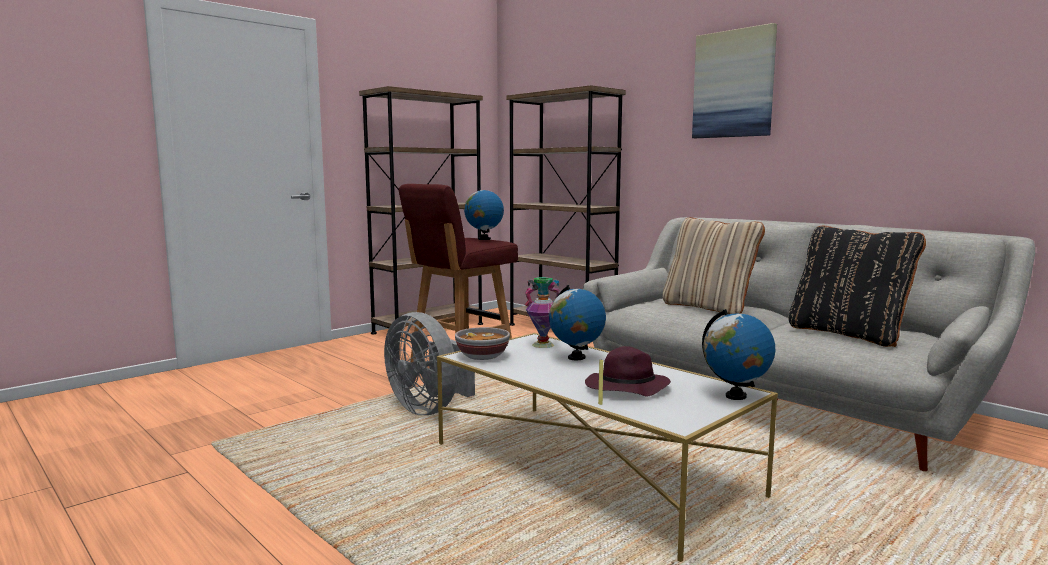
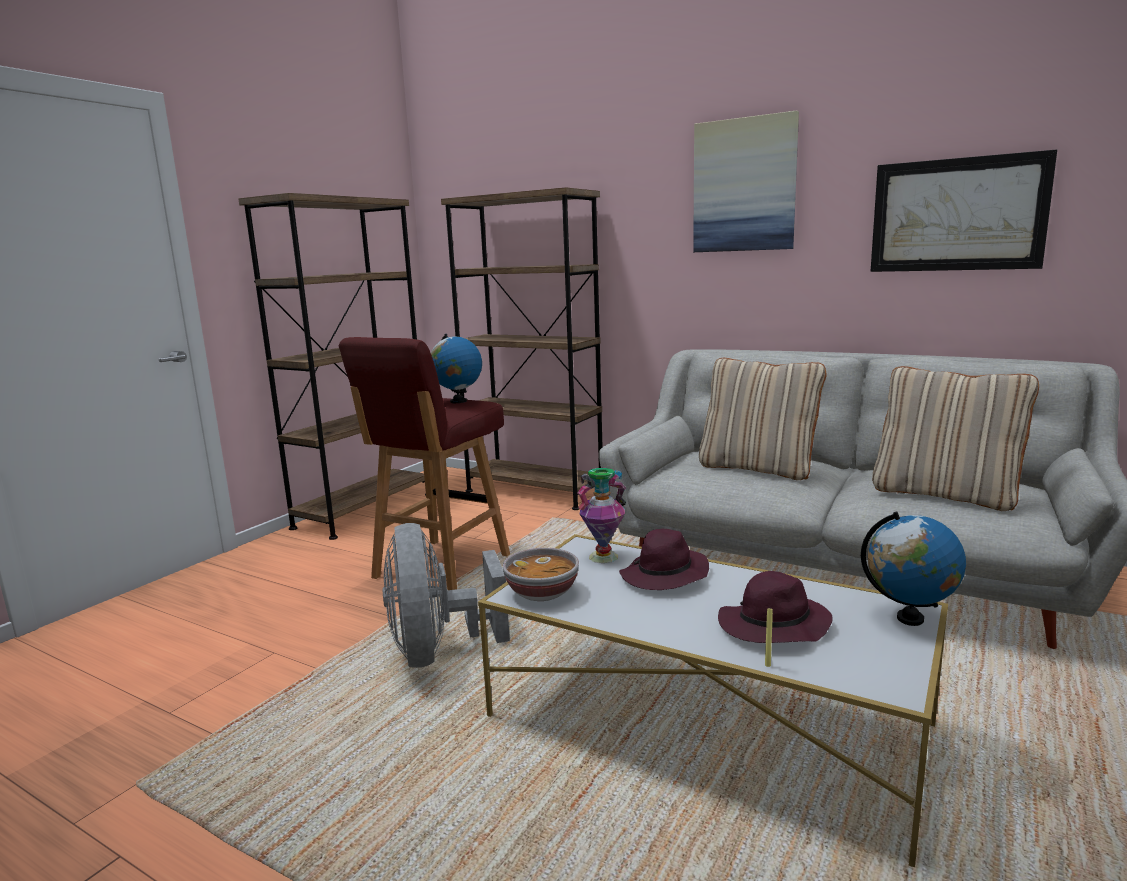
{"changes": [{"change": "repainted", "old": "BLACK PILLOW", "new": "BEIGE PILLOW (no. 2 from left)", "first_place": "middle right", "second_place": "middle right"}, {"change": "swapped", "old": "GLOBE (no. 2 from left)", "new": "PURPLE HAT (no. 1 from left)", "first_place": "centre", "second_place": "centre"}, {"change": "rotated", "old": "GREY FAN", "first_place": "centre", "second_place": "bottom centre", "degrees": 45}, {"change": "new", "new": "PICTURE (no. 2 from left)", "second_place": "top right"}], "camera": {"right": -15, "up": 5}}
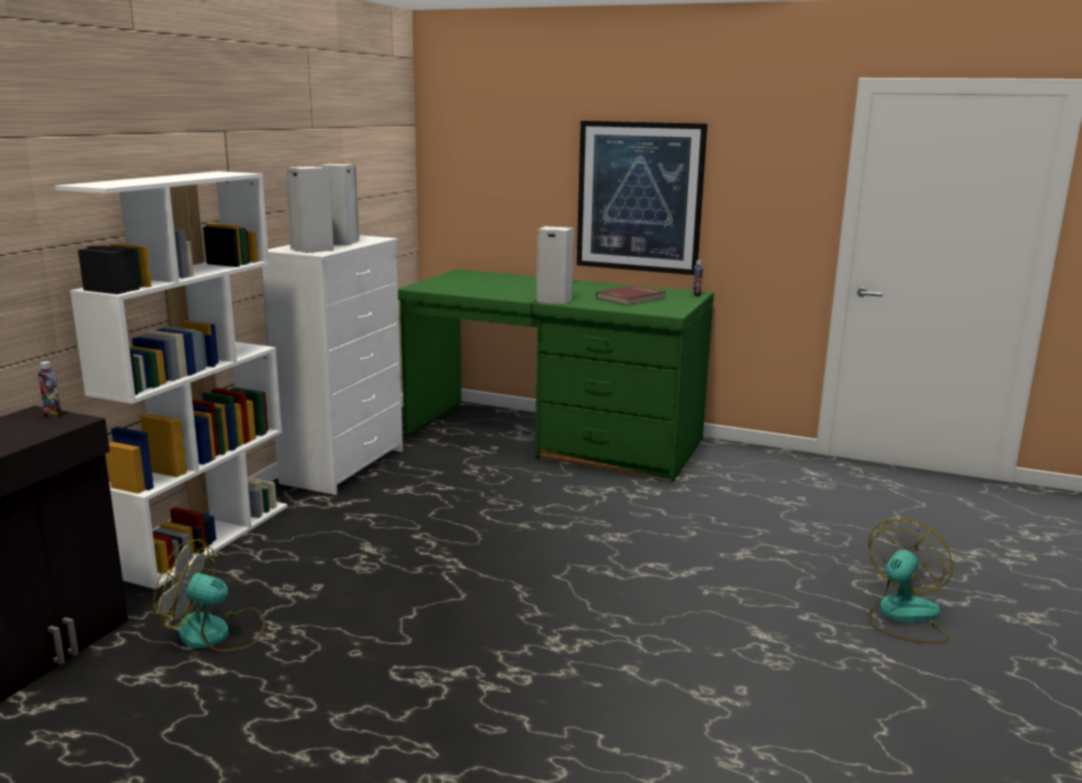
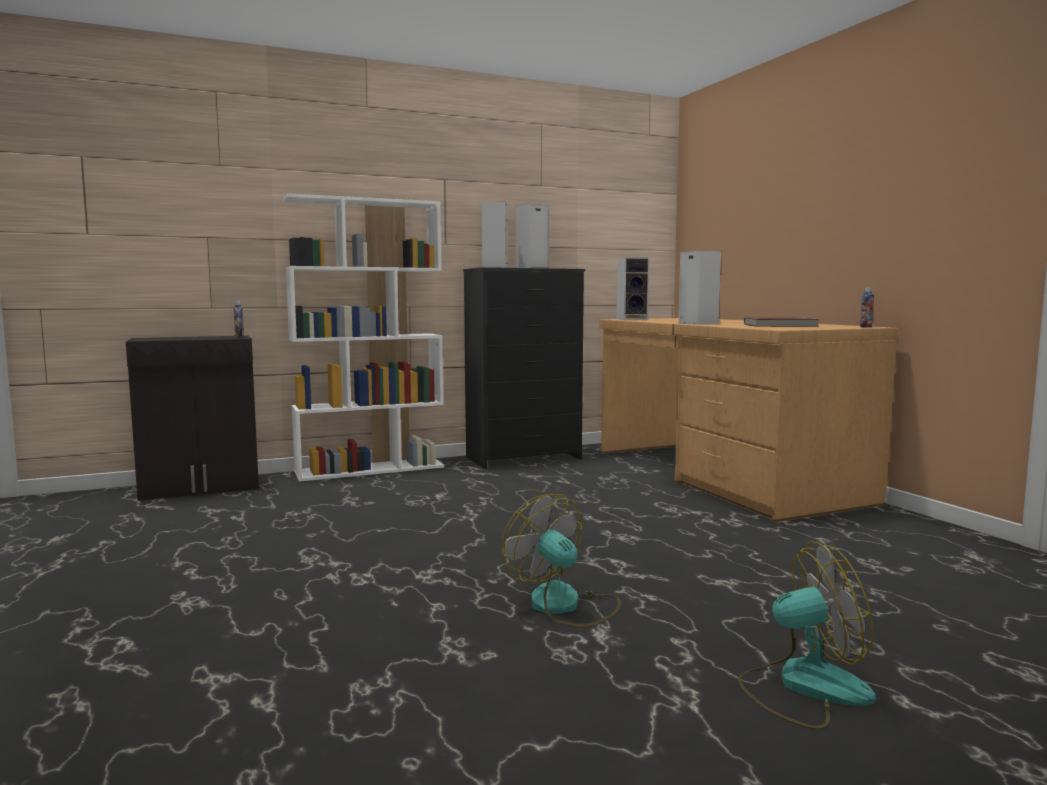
{"changes": [{"change": "gone", "old": "PICTURE", "first_place": "top centre"}, {"change": "repainted", "old": "WHITE DRESSER", "new": "BLACK DRESSER", "first_place": "middle left", "second_place": "centre"}, {"change": "repainted", "old": "GREEN DESK", "new": "BROWN DESK", "first_place": "centre", "second_place": "middle right"}, {"change": "shifted", "old": "FAN (no. 1 from left)", "first_place": "bottom left", "second_place": "bottom centre"}, {"change": "new", "new": "SPEAKER (no. 3 from left)", "second_place": "centre"}], "camera": {"right": 45, "up": -10}}
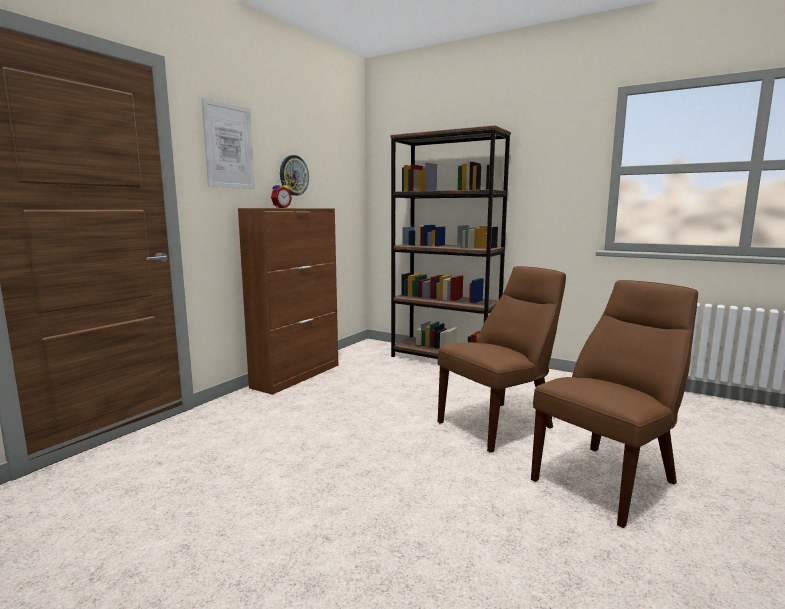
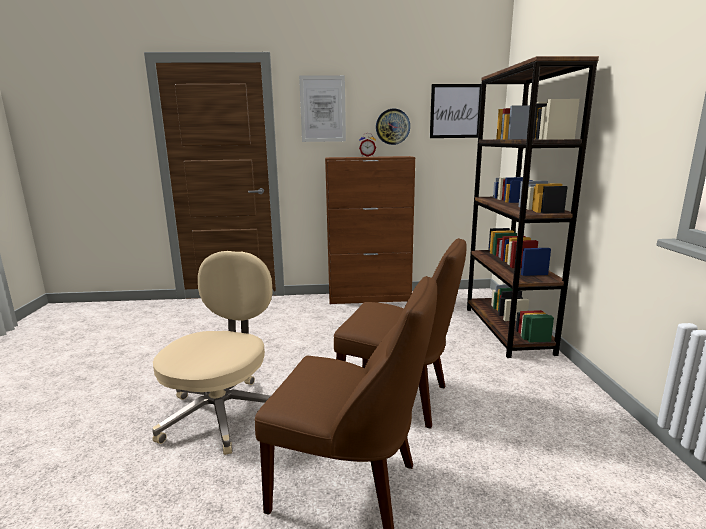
{"changes": [{"change": "new", "new": "PICTURE (no. 2 from left)", "second_place": "top centre"}, {"change": "new", "new": "BEIGE OFFICE CHAIR", "second_place": "bottom left"}], "camera": {"right": 55, "up": 5}}
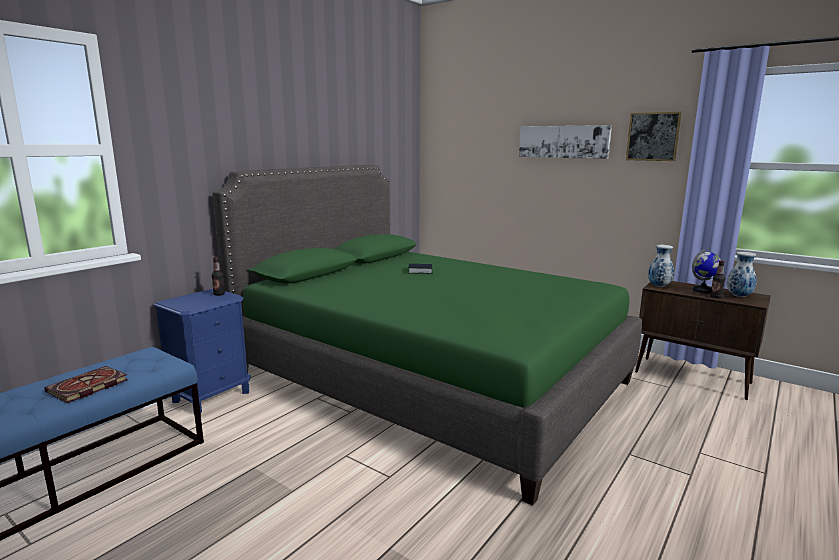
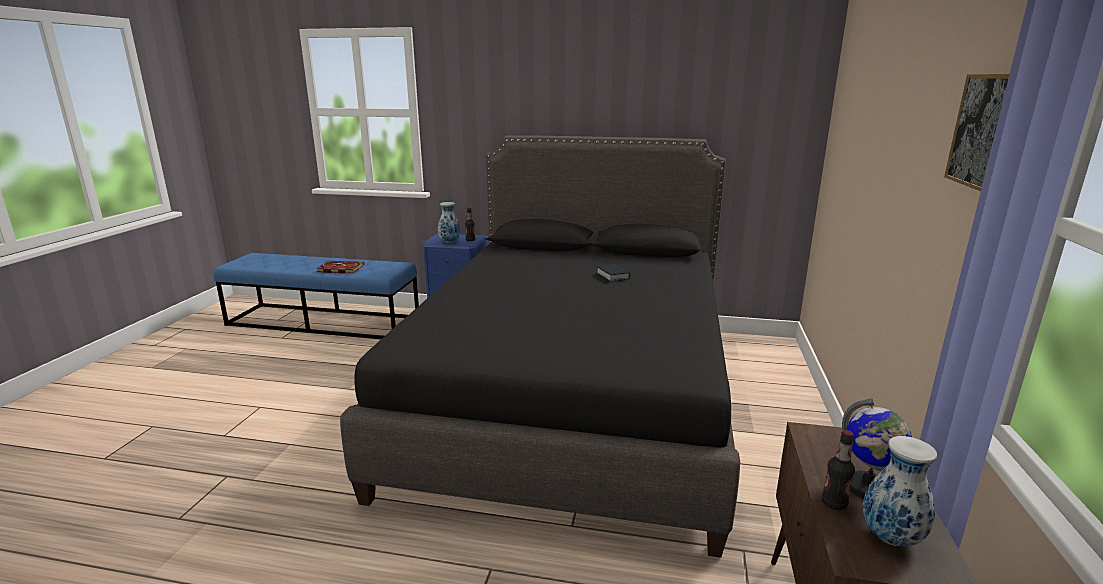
{"changes": [{"change": "gone", "old": "PICTURE (no. 1 from left)", "first_place": "top right"}, {"change": "repainted", "old": "GREEN BED", "new": "BLACK BED", "first_place": "centre", "second_place": "centre"}, {"change": "shifted", "old": "VASE (no. 1 from left)", "first_place": "middle right", "second_place": "centre"}], "camera": {"right": 65, "up": 5}}
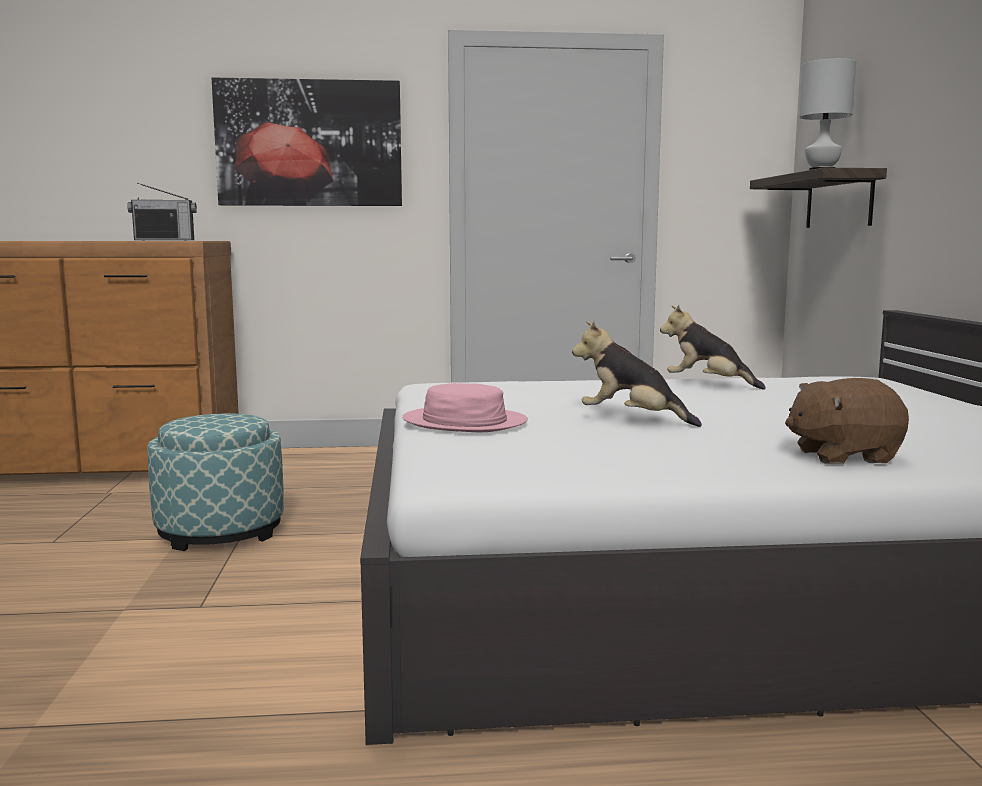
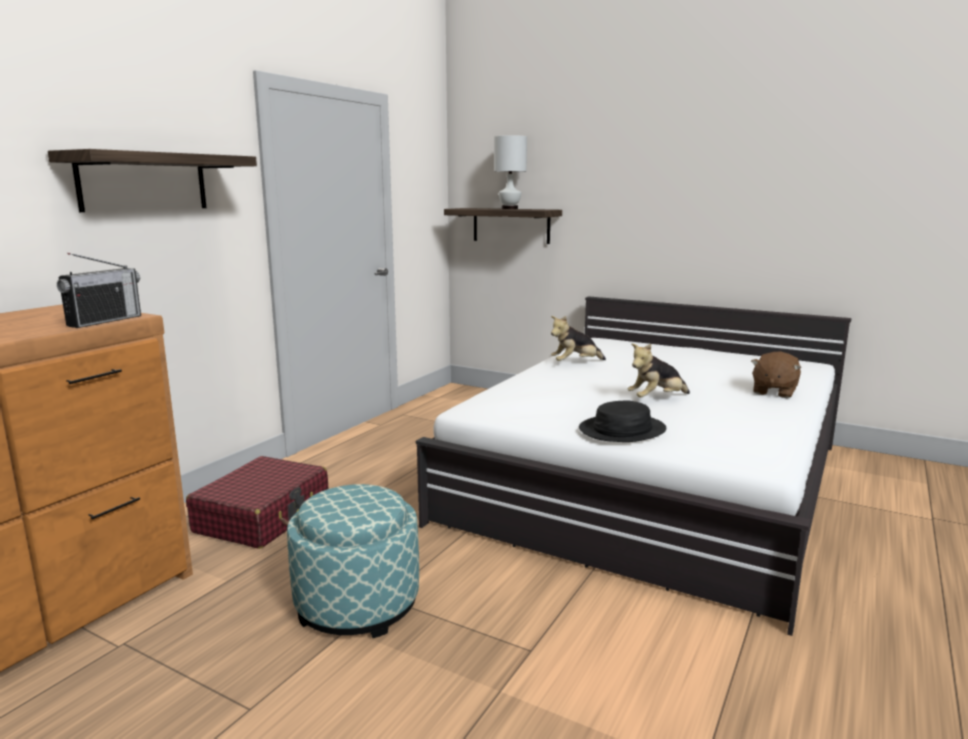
{"changes": [{"change": "swapped", "old": "PICTURE", "new": "SHELF (no. 1 from left)", "first_place": "top left", "second_place": "top left"}, {"change": "repainted", "old": "PINK HAT", "new": "BLACK HAT", "first_place": "centre", "second_place": "centre"}, {"change": "new", "new": "RED SUITCASE", "second_place": "bottom left"}], "camera": {"right": -55, "up": 5}}
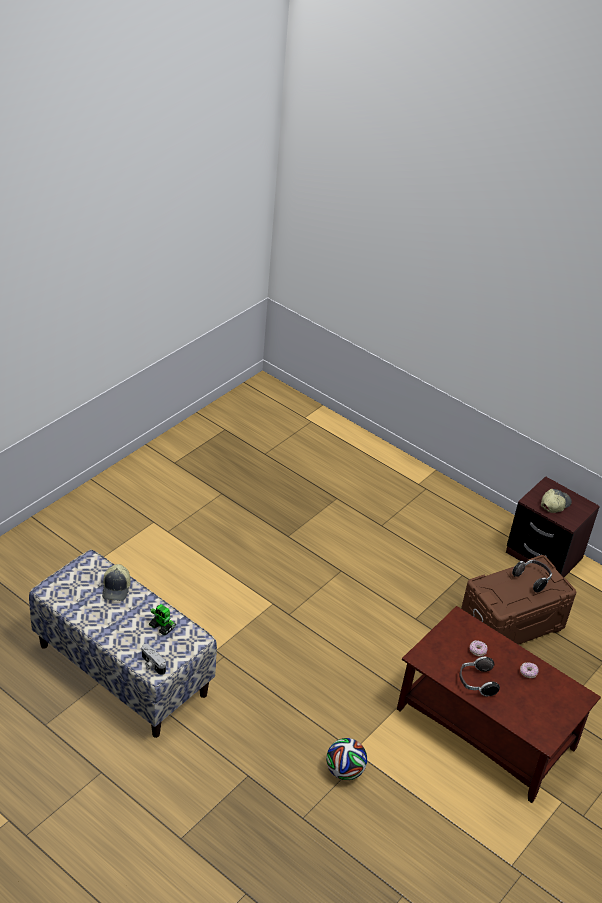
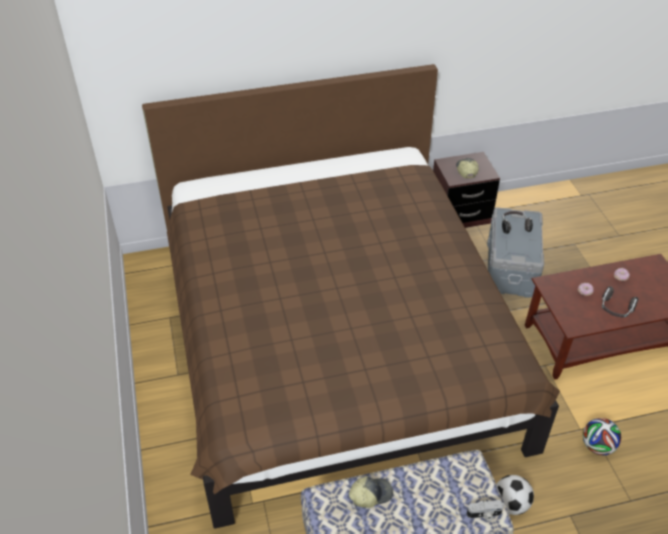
{"changes": [{"change": "repainted", "old": "BROWN STORAGE BOX", "new": "GREY STORAGE BOX", "first_place": "middle right", "second_place": "middle right"}, {"change": "rotated", "old": "CAP (no. 1 from left)", "first_place": "middle left", "second_place": "bottom centre", "degrees": -60}, {"change": "gone", "old": "TOY ROBOT", "first_place": "bottom left"}, {"change": "new", "new": "BROWN BED", "second_place": "centre"}, {"change": "new", "new": "FOOTBALL (no. 1 from left)", "second_place": "bottom right"}], "camera": {"right": -50, "up": 5}}
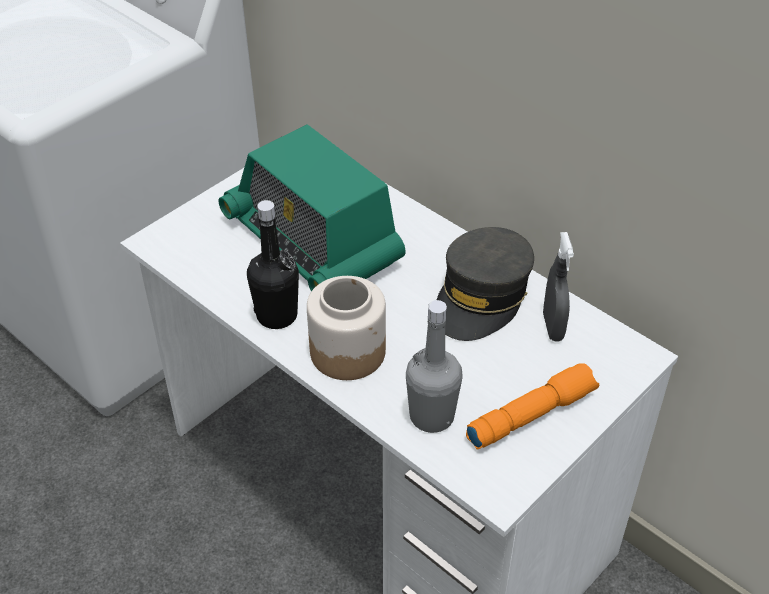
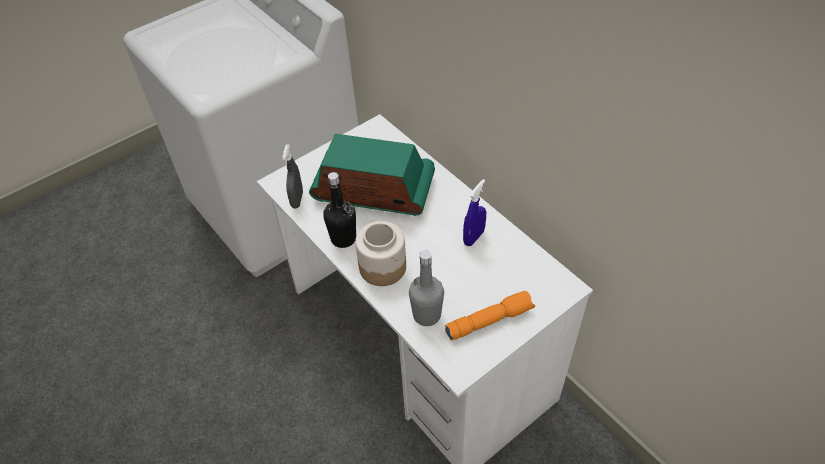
{"changes": [{"change": "rotated", "old": "RADIO", "first_place": "centre", "second_place": "centre", "degrees": 135}, {"change": "swapped", "old": "GREY CAP", "new": "BLUE SPRAY BOTTLE", "first_place": "centre", "second_place": "centre"}, {"change": "shifted", "old": "GREY SPRAY BOTTLE", "first_place": "middle right", "second_place": "centre"}], "camera": {"right": 10, "up": 5}}
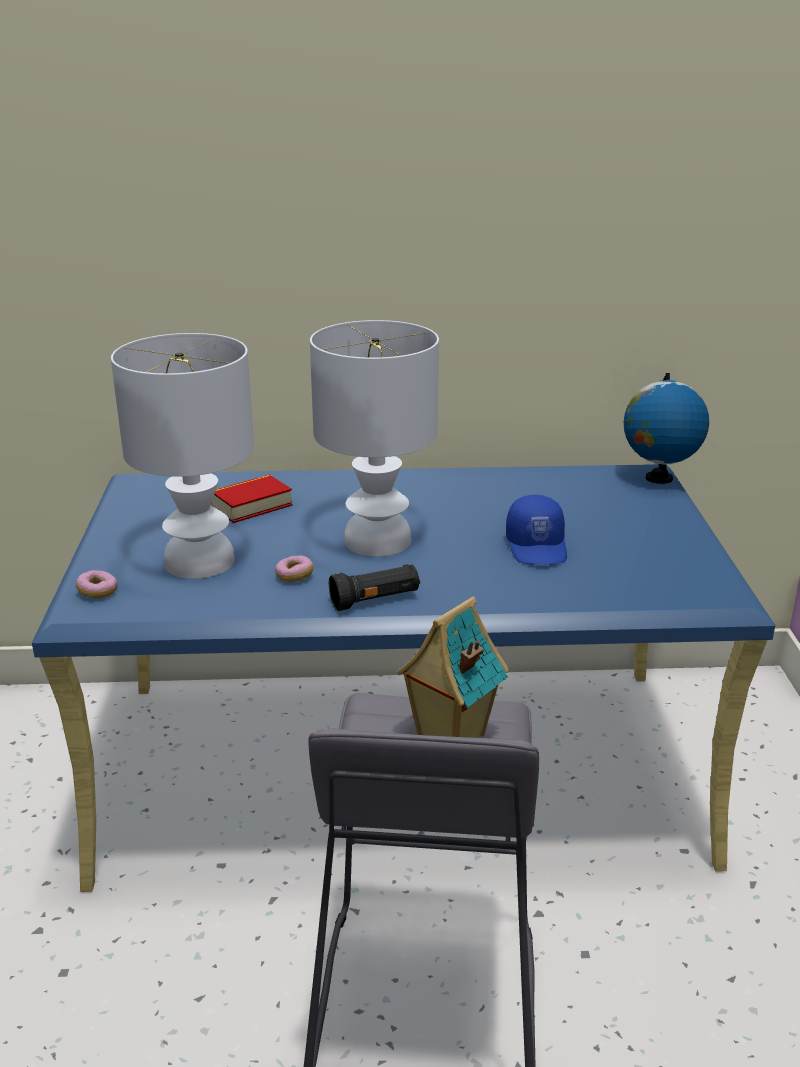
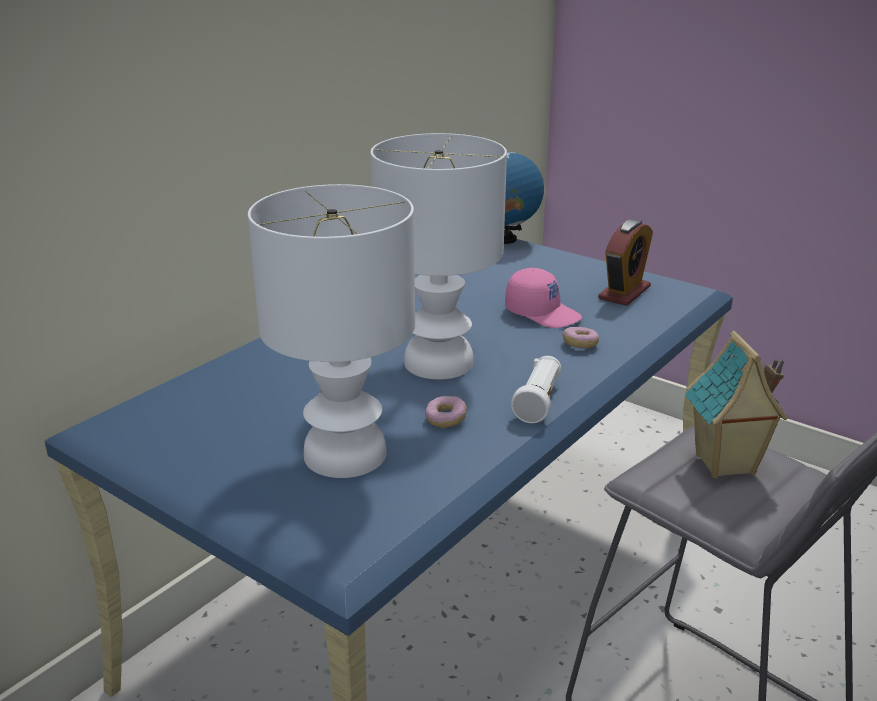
{"changes": [{"change": "gone", "old": "BOOK", "first_place": "middle left"}, {"change": "repainted", "old": "BLUE CAP", "new": "PINK CAP", "first_place": "middle right", "second_place": "centre"}, {"change": "repainted", "old": "BLACK FLASHLIGHT", "new": "WHITE FLASHLIGHT", "first_place": "centre", "second_place": "centre"}, {"change": "shifted", "old": "DONUT (no. 1 from left in the first image)", "new": "DONUT (no. 2 from left)", "first_place": "middle left", "second_place": "centre"}, {"change": "new", "new": "ALARM CLOCK", "second_place": "middle right"}], "camera": {"right": -50, "up": 0}}
